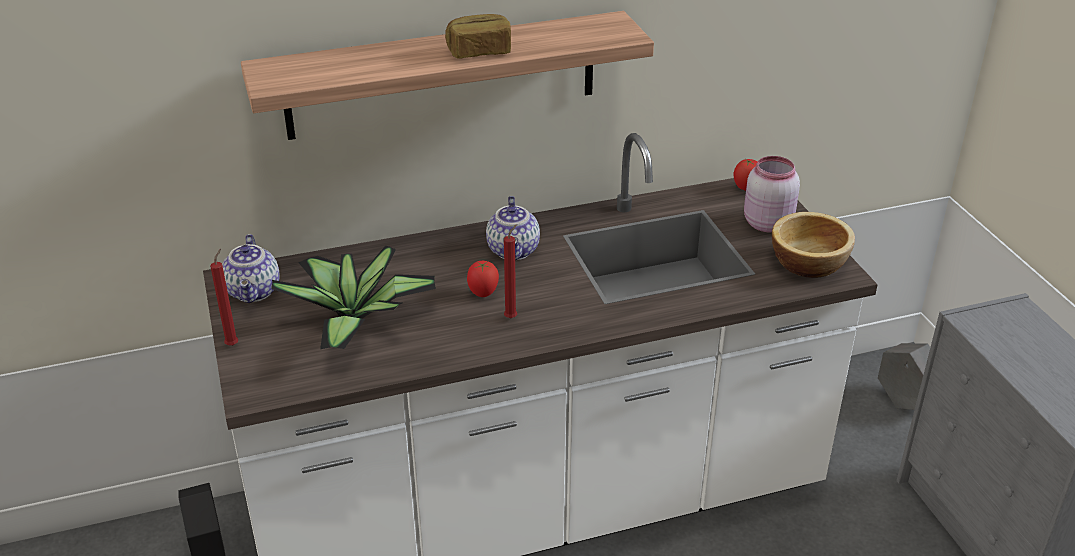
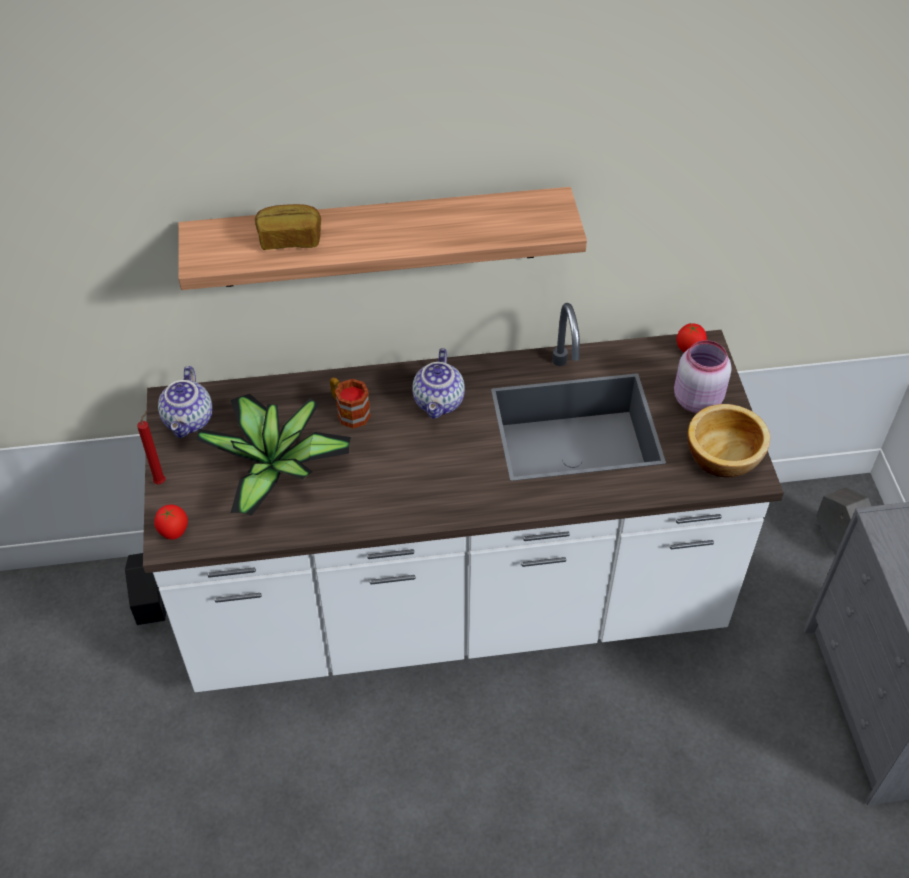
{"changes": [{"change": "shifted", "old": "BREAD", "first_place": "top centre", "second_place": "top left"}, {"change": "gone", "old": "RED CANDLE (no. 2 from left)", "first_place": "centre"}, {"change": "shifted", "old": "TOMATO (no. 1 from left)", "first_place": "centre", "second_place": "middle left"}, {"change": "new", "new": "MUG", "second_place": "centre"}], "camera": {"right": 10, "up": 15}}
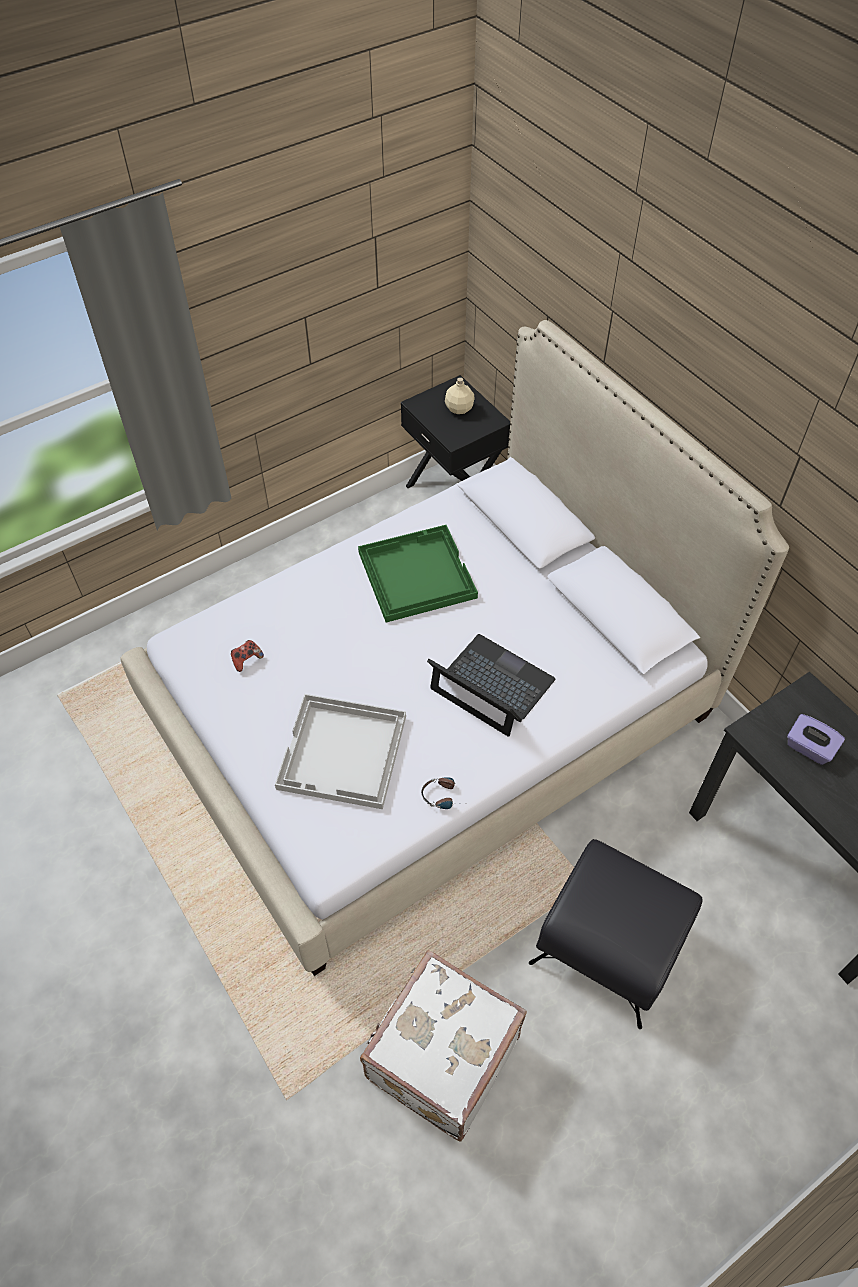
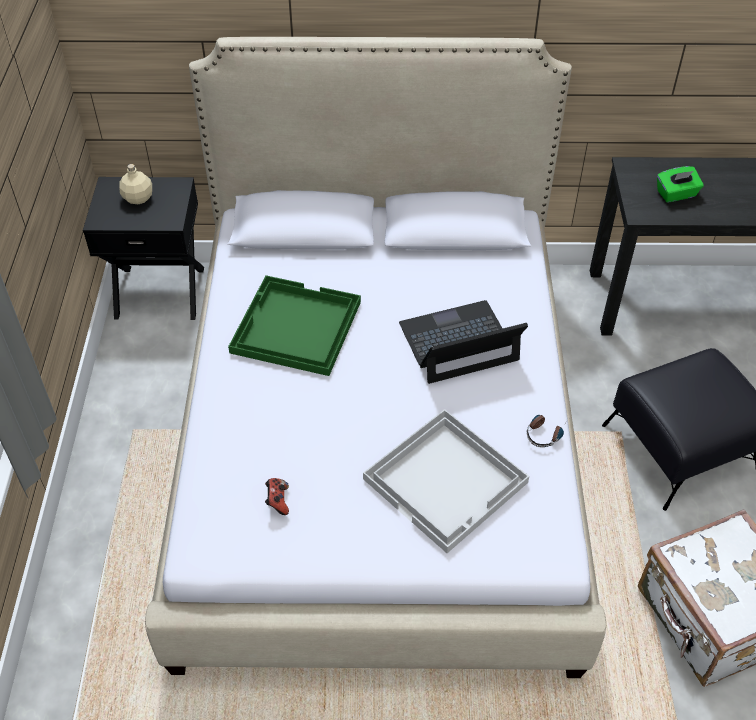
{"changes": [{"change": "repainted", "old": "PURPLE TISSUE BOX", "new": "GREEN TISSUE BOX", "first_place": "middle right", "second_place": "top right"}], "camera": {"right": -55, "up": -5}}
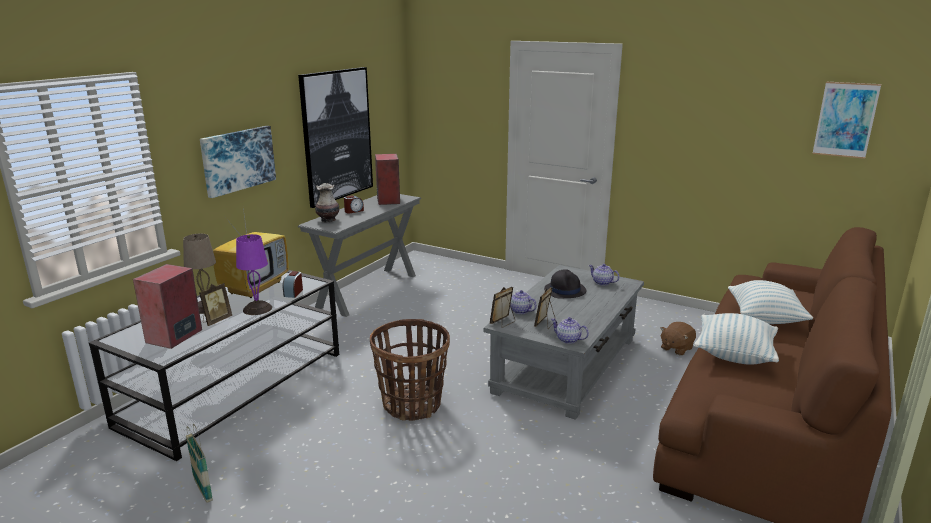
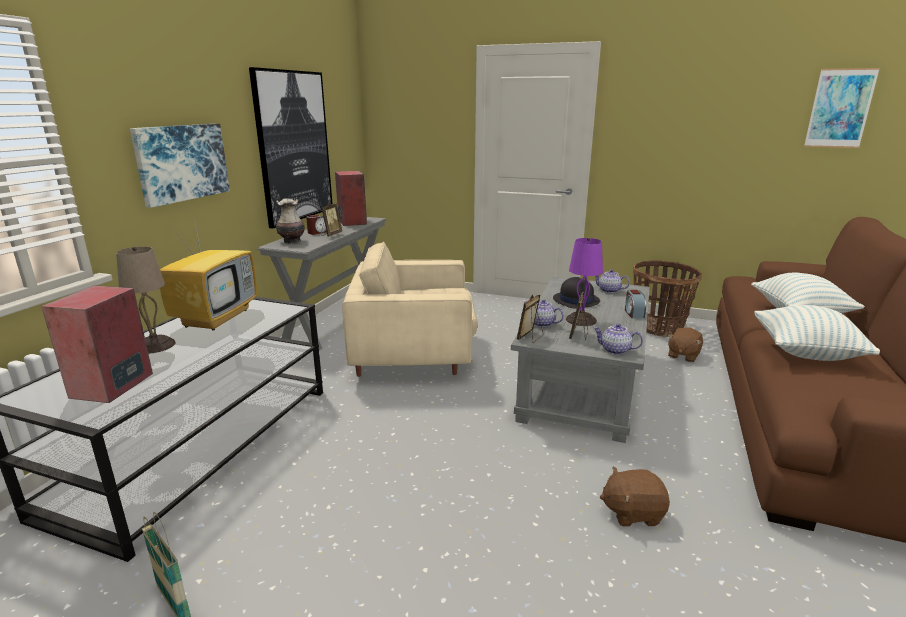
{"changes": [{"change": "shifted", "old": "PURPLE TABLE LAMP", "first_place": "middle left", "second_place": "centre"}, {"change": "shifted", "old": "ALARM CLOCK (no. 1 from left in the first image)", "new": "ALARM CLOCK (no. 2 from left)", "first_place": "middle left", "second_place": "middle right"}, {"change": "shifted", "old": "PICTURE FRAME (no. 1 from left)", "first_place": "middle left", "second_place": "centre"}, {"change": "shifted", "old": "BASKET (no. 2 from left)", "first_place": "bottom centre", "second_place": "middle right"}, {"change": "new", "new": "BEIGE ARMCHAIR", "second_place": "centre"}, {"change": "new", "new": "BROWN PLUSH TOY (no. 1 from left)", "second_place": "bottom right"}], "camera": {"right": -10, "up": 0}}
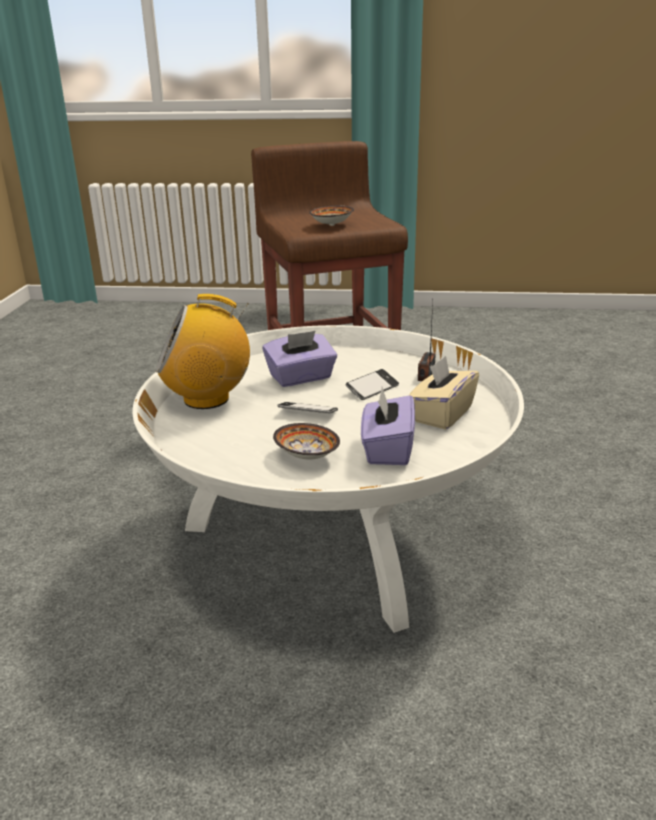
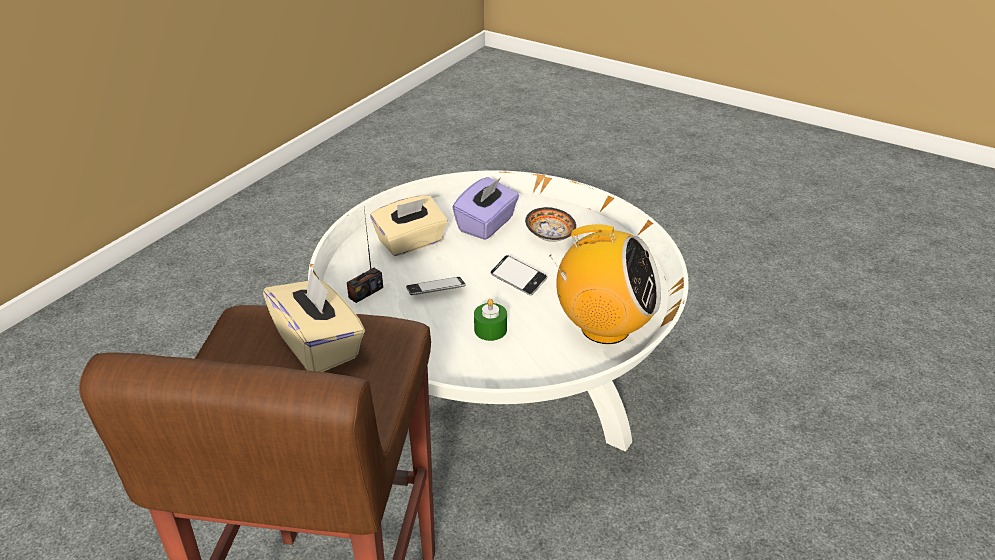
{"changes": [{"change": "swapped", "old": "BOWL (no. 2 from left)", "new": "BEIGE TISSUE BOX (no. 1 from left)", "first_place": "top centre", "second_place": "middle left"}, {"change": "swapped", "old": "PURPLE TISSUE BOX (no. 1 from left)", "new": "GREEN CANDLE", "first_place": "centre", "second_place": "centre"}], "camera": {"right": -155, "up": 10}}
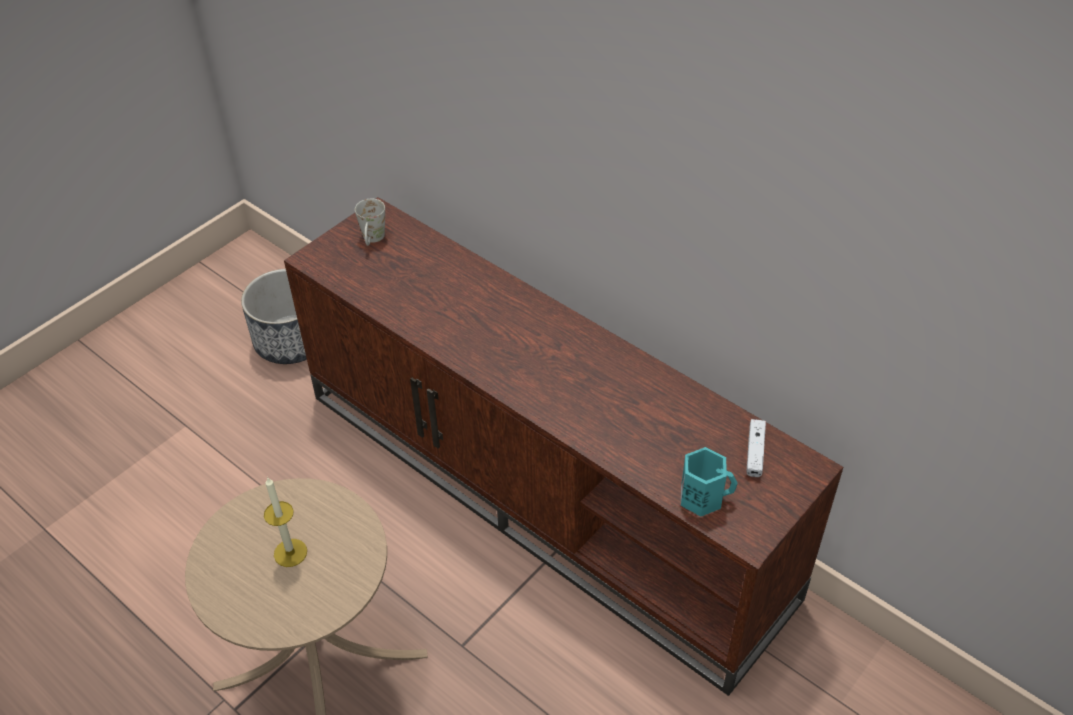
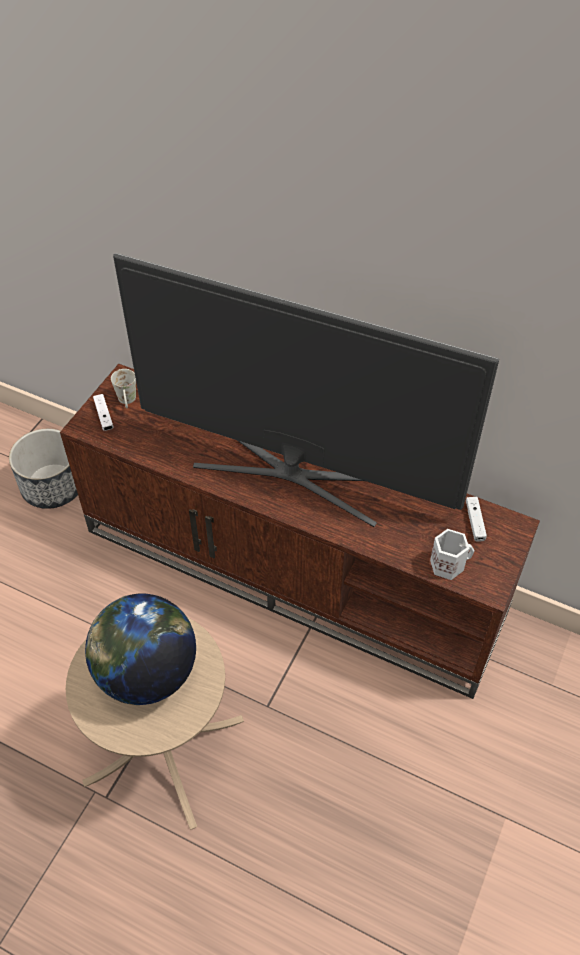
{"changes": [{"change": "repainted", "old": "TURQUOISE MUG", "new": "WHITE MUG (no. 2 from left)", "first_place": "bottom centre", "second_place": "middle right"}, {"change": "swapped", "old": "CANDLE", "new": "GLOBE", "first_place": "bottom left", "second_place": "bottom left"}, {"change": "new", "new": "TELEVISION", "second_place": "centre"}, {"change": "new", "new": "WHITE GAME CONTROLLER (no. 1 from left)", "second_place": "middle left"}], "camera": {"right": -15, "up": 5}}
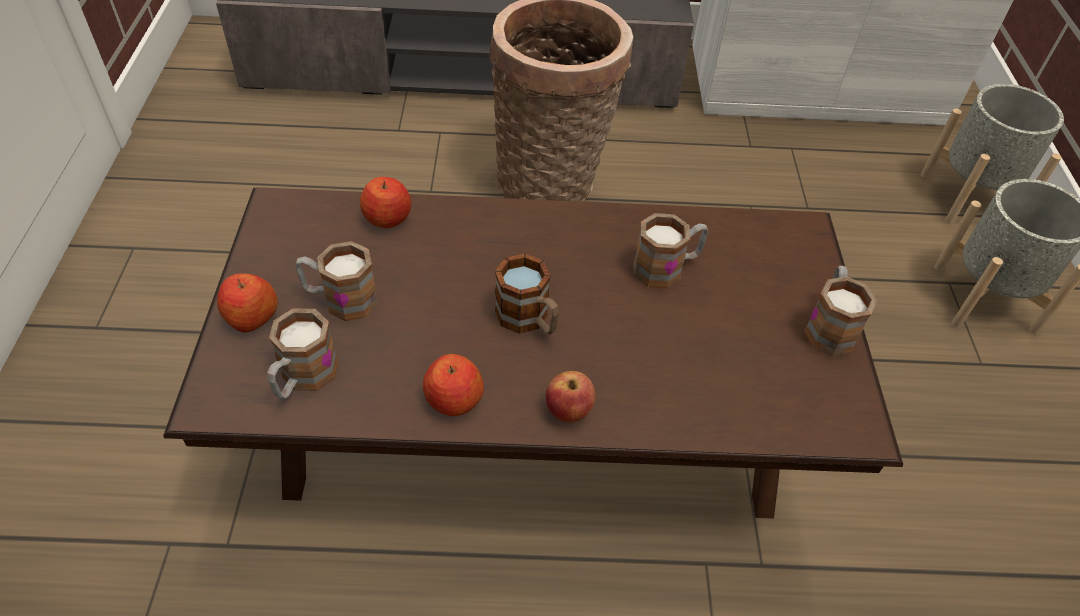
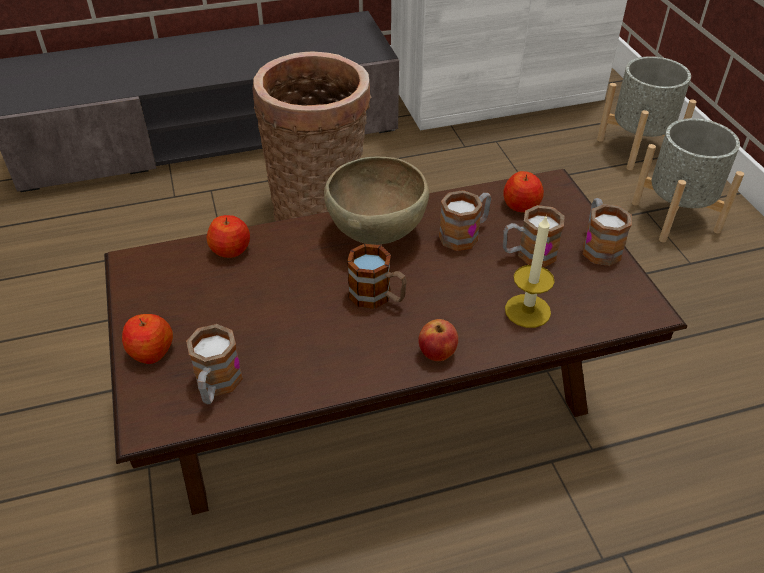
{"changes": [{"change": "shifted", "old": "MUG (no. 2 from left in the first image)", "new": "MUG (no. 4 from left)", "first_place": "middle left", "second_place": "middle right"}, {"change": "shifted", "old": "APPLE (no. 3 from left in the first image)", "new": "APPLE (no. 4 from left)", "first_place": "centre", "second_place": "middle right"}, {"change": "new", "new": "BROWN BOWL", "second_place": "centre"}, {"change": "new", "new": "CANDLE", "second_place": "middle right"}], "camera": {"right": -15, "up": -5}}
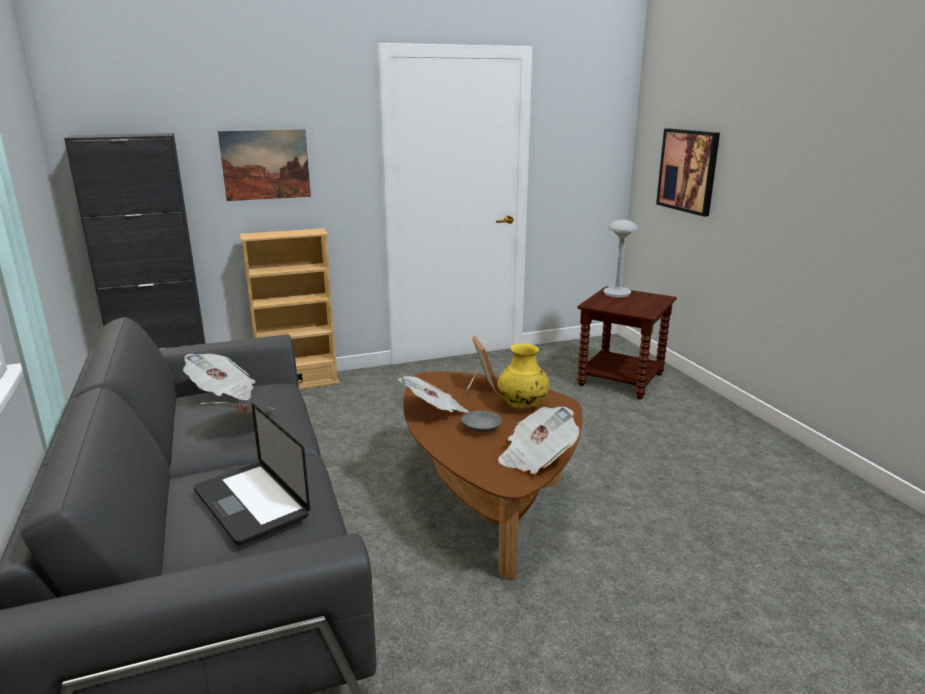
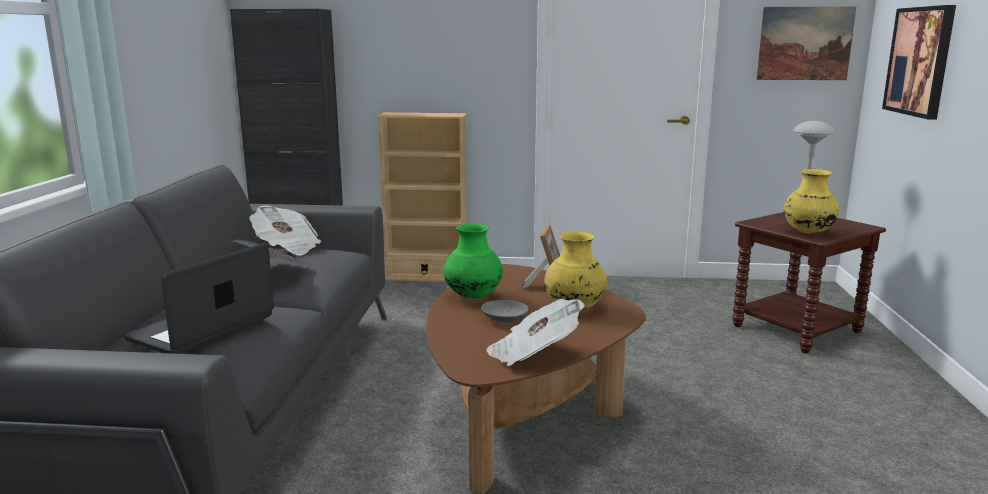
{"changes": [{"change": "shifted", "old": "PICTURE (no. 1 from left)", "first_place": "top left", "second_place": "top right"}, {"change": "swapped", "old": "NEWSPAPER (no. 3 from left)", "new": "GREEN VASE", "first_place": "centre", "second_place": "centre"}, {"change": "rotated", "old": "LAPTOP", "first_place": "bottom left", "second_place": "middle left", "degrees": 45}, {"change": "new", "new": "YELLOW VASE (no. 2 from left)", "second_place": "middle right"}], "camera": {"right": 25, "up": -5}}
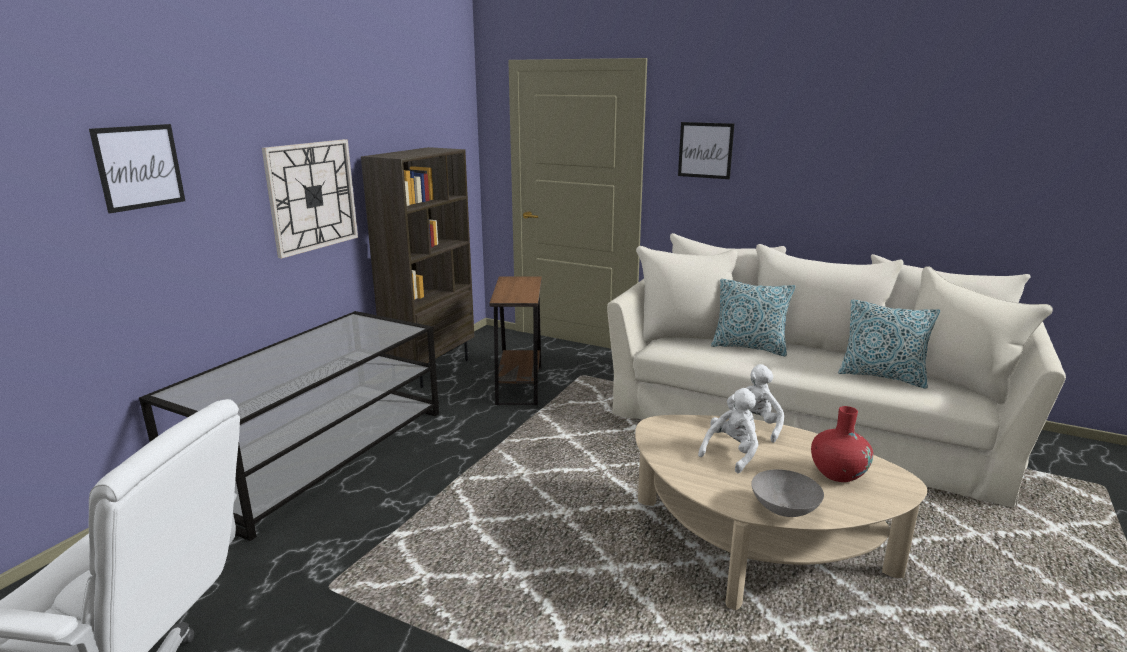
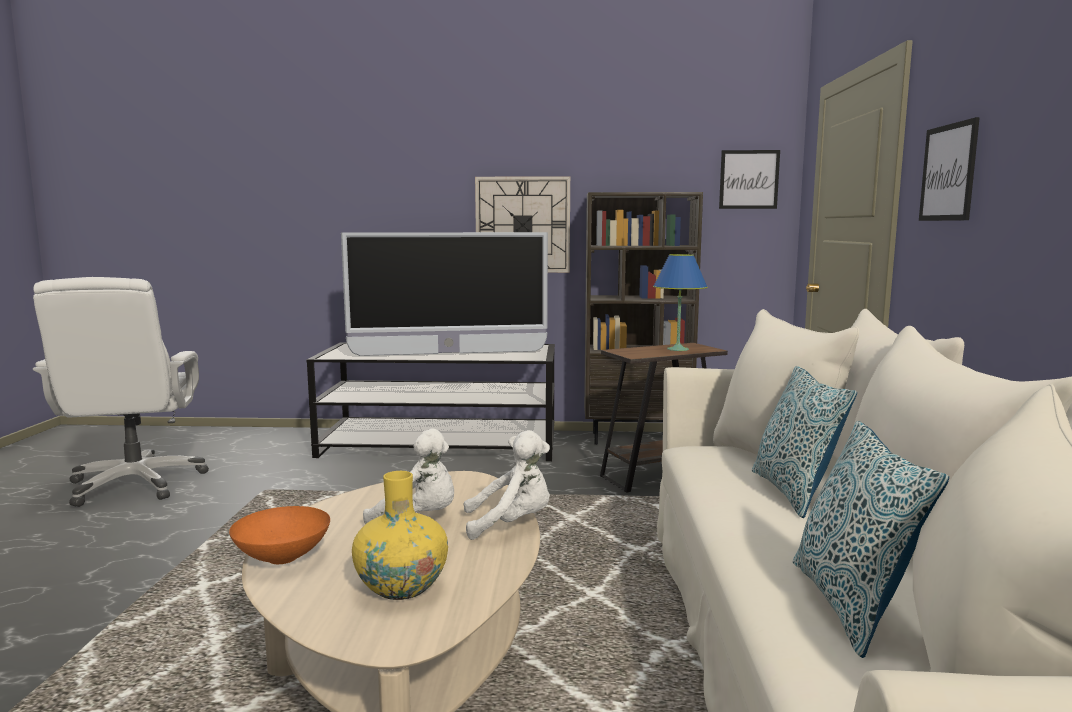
{"changes": [{"change": "shifted", "old": "PICTURE (no. 1 from left)", "first_place": "top left", "second_place": "top right"}, {"change": "repainted", "old": "RED VASE", "new": "YELLOW VASE", "first_place": "bottom right", "second_place": "bottom centre"}, {"change": "repainted", "old": "GREY BOWL", "new": "ORANGE BOWL", "first_place": "bottom right", "second_place": "bottom left"}, {"change": "new", "new": "TELEVISION", "second_place": "centre"}, {"change": "new", "new": "BLUE TABLE LAMP", "second_place": "centre"}], "camera": {"right": 65, "up": -10}}
